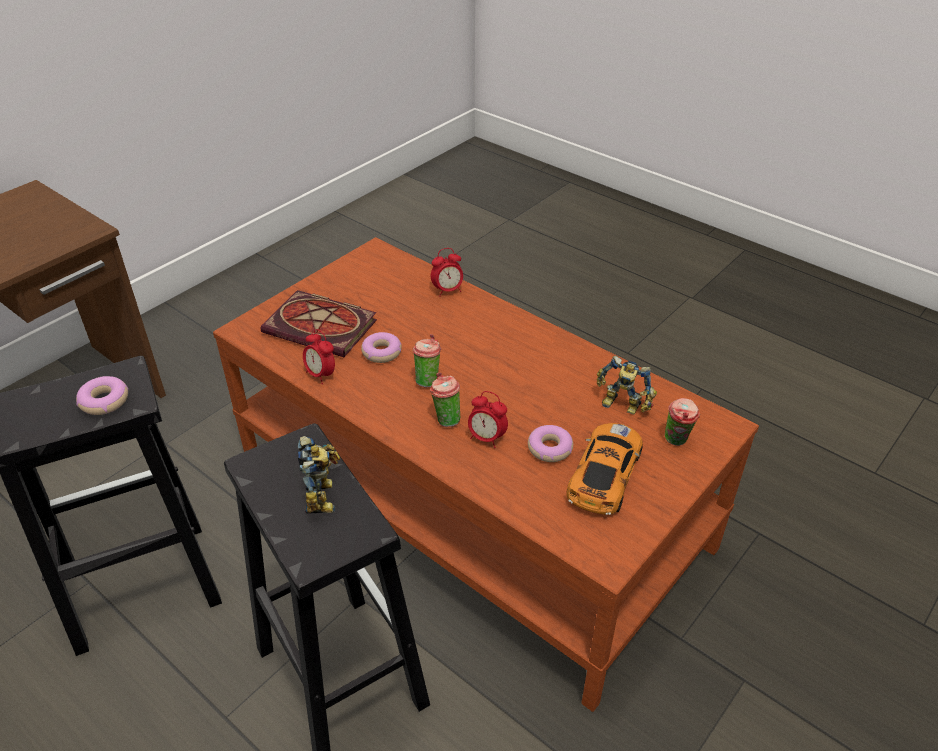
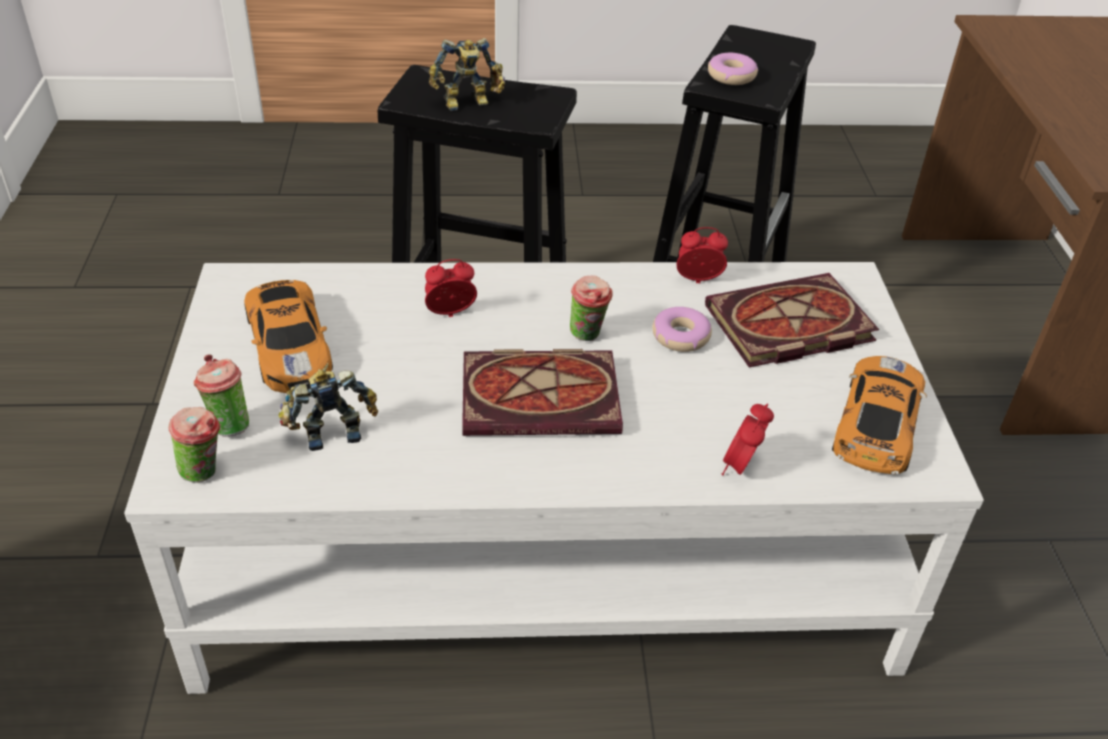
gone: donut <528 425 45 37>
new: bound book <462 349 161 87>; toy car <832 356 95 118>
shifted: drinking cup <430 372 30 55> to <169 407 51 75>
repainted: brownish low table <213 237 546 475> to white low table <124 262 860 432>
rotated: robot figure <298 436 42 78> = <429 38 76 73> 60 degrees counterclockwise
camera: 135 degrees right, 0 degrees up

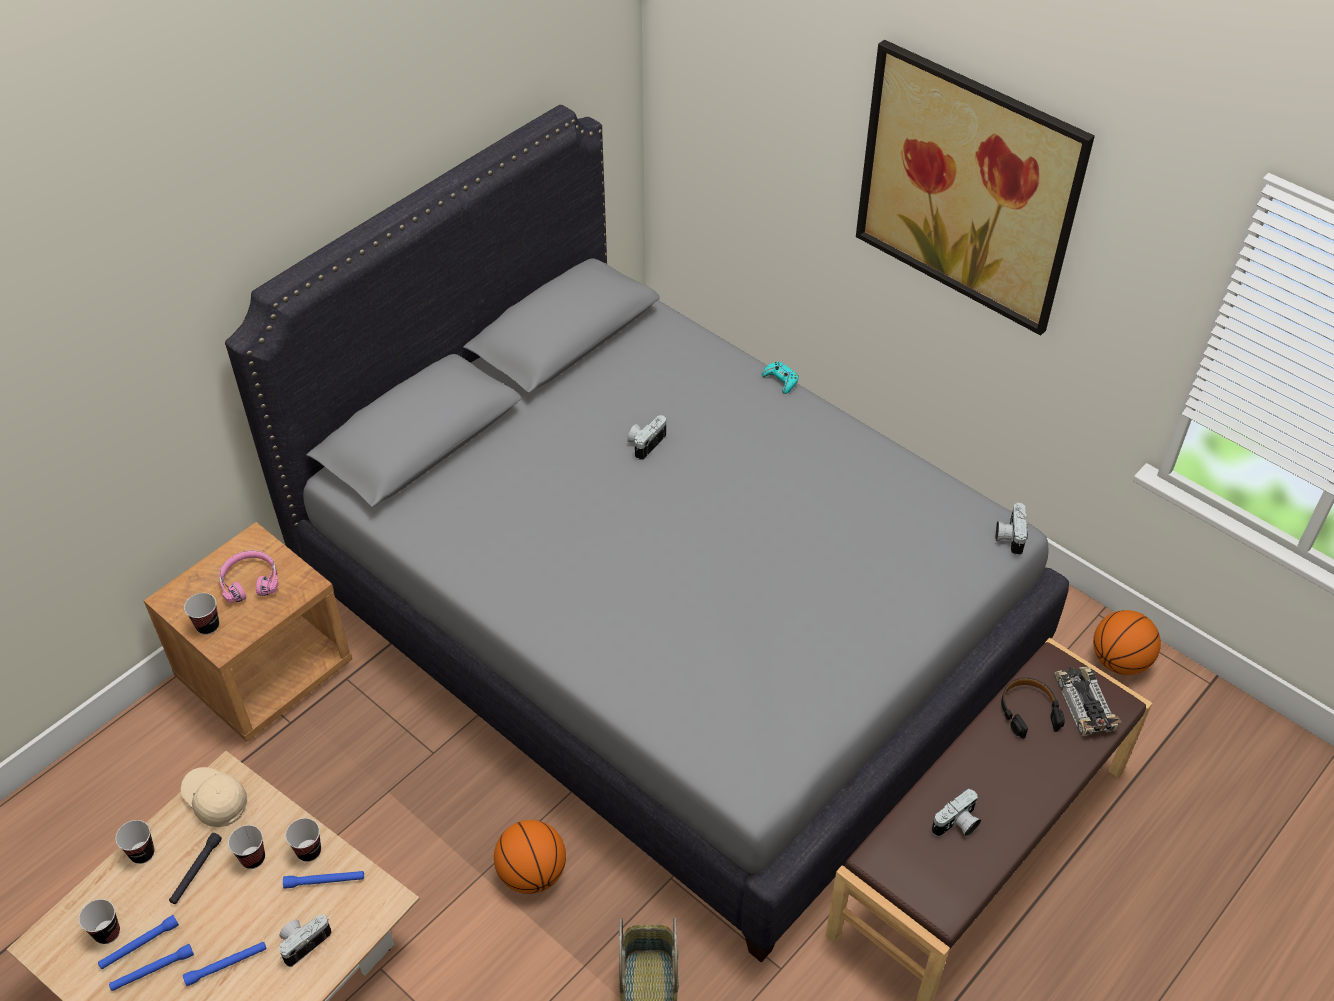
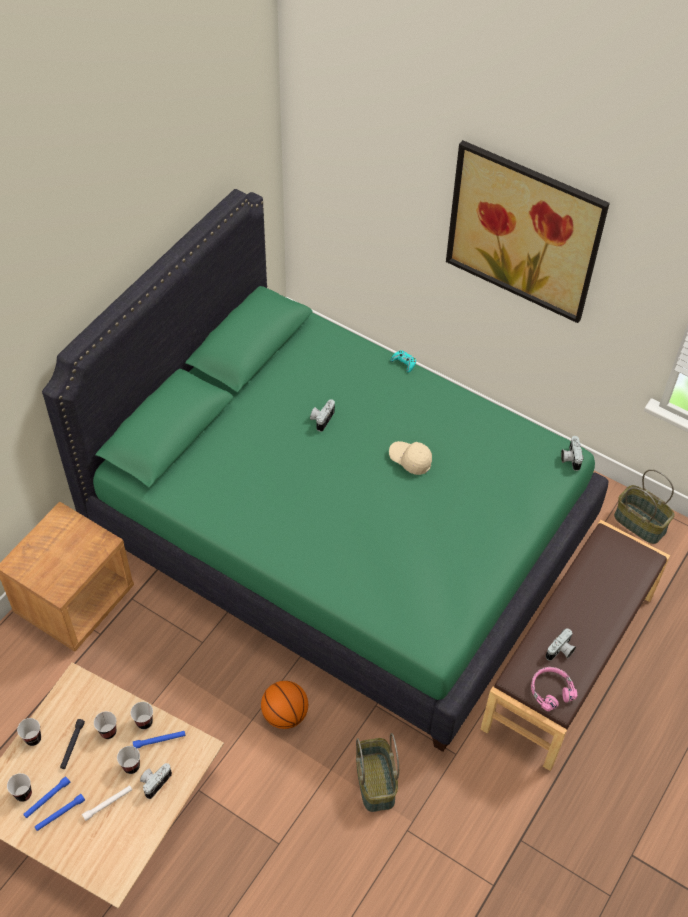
gone: toy car <1055 667 66 69>; blackish headset <1001 678 64 61>
shifted: pinkish headset <219 550 60 53> to <531 667 46 44>; drinking cup <184 593 35 42> to <117 746 23 28>; sand-coloured peaked cap <181 767 66 60> to <389 441 43 34>
swapped: ball for basketball <1093 610 68 65> to basket <614 469 61 75>
repainted: grey sleeping bed <225 105 844 857> to green sleeping bed <42 189 566 563>; bluish hand torch <183 942 83 44> to white hand torch <82 786 50 35>
camera: 10 degrees left, 5 degrees up

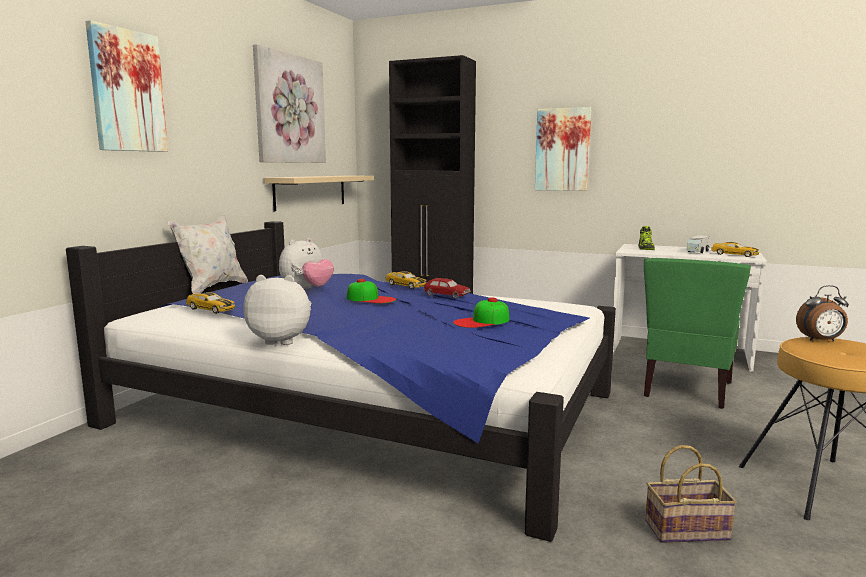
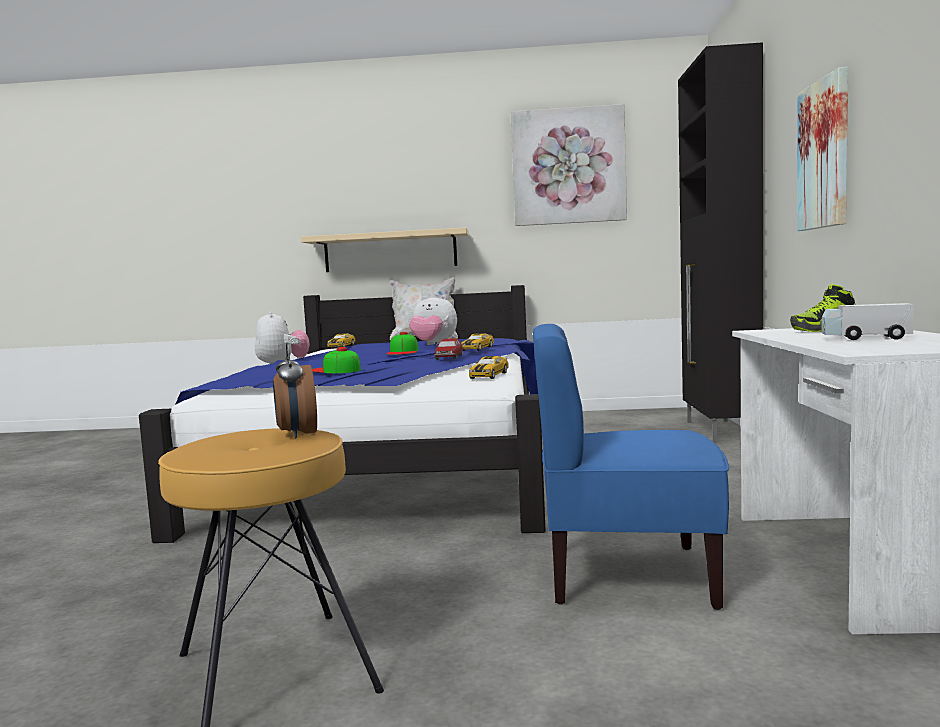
gone: wall picture <85 20 83 132>; basket <645 445 92 98>
shifted: sand-coloured shelf <264 176 110 35> to <301 228 168 44>; toy car <711 242 48 15> to <469 356 40 23>
repainted: green plain chair <644 258 107 151> to bluish plain chair <533 324 196 286>
camera: 70 degrees right, 5 degrees down

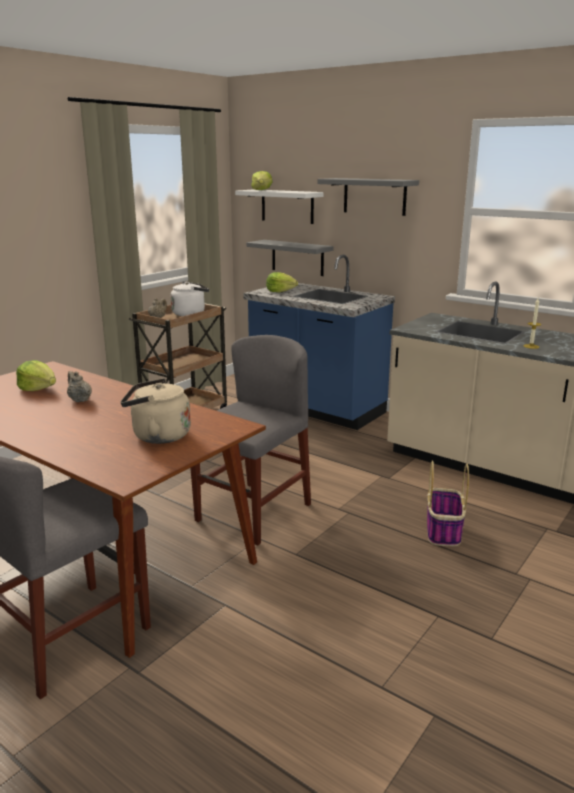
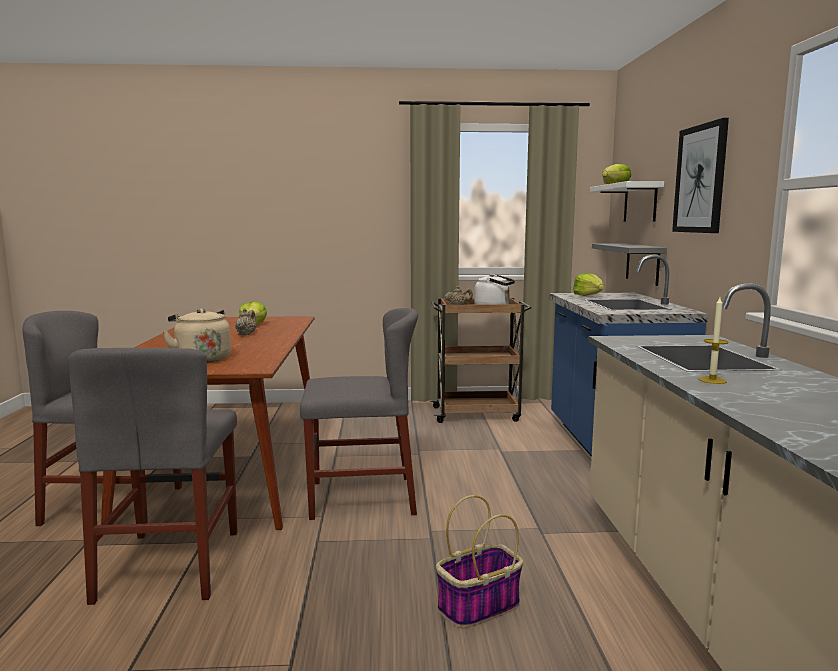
new: grey plain chair <68 348 170 257>
swapped: grey shelf <317 178 102 38> to wall picture <672 118 57 115>
camera: 50 degrees right, 10 degrees down

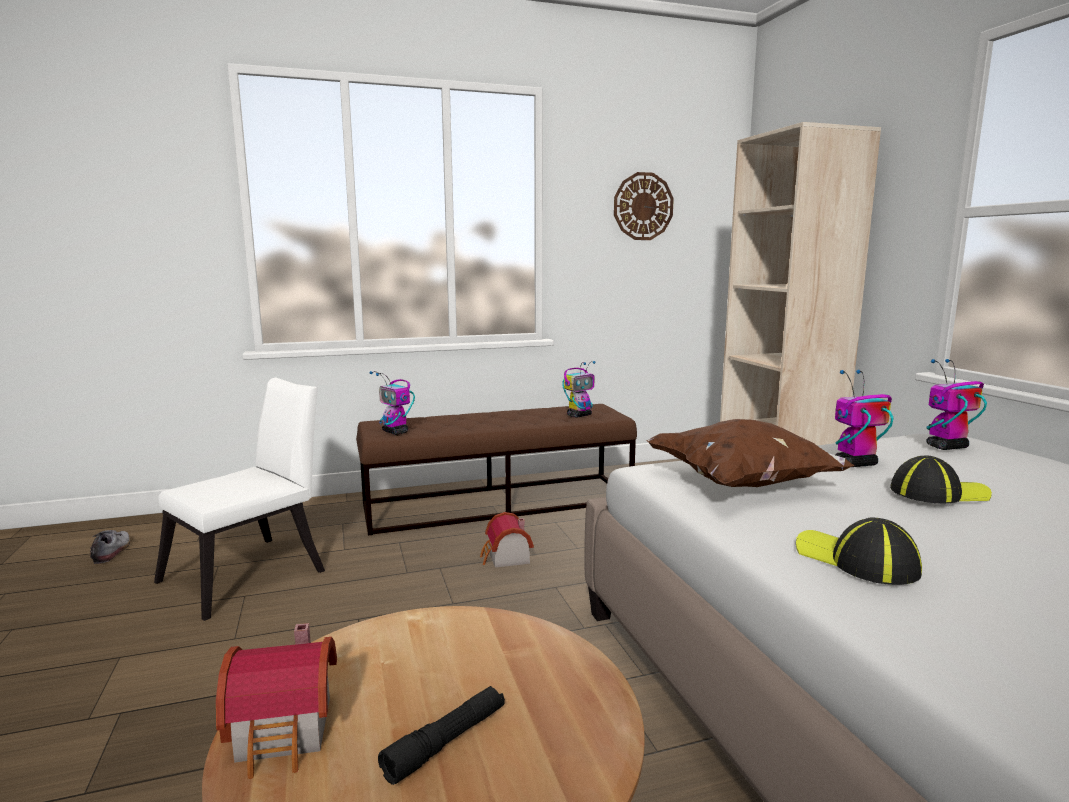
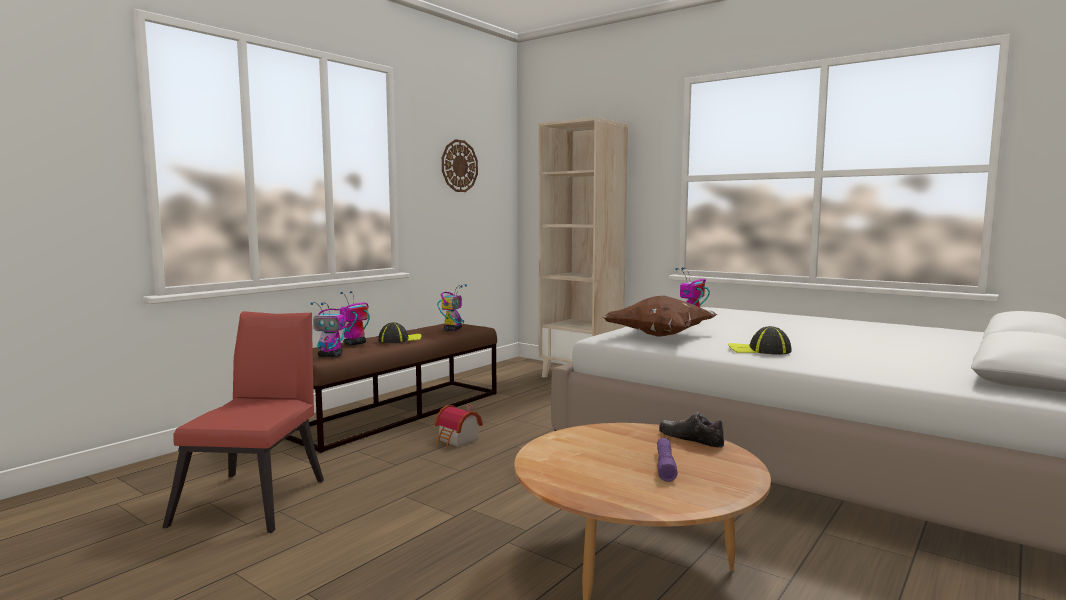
gone: model house <216 623 121 156>
shifted: robot figure <927 359 60 91> to <340 291 30 55>; peaked cap <890 455 102 49> to <378 322 44 21>; low shoe <90 530 40 34> to <659 411 65 37>
repainted: white plain chair <154 378 171 243> to red plain chair <162 311 162 222>; blackish hand torch <378 686 127 99> to purple hand torch <657 438 21 44>
camera: 35 degrees left, 5 degrees down

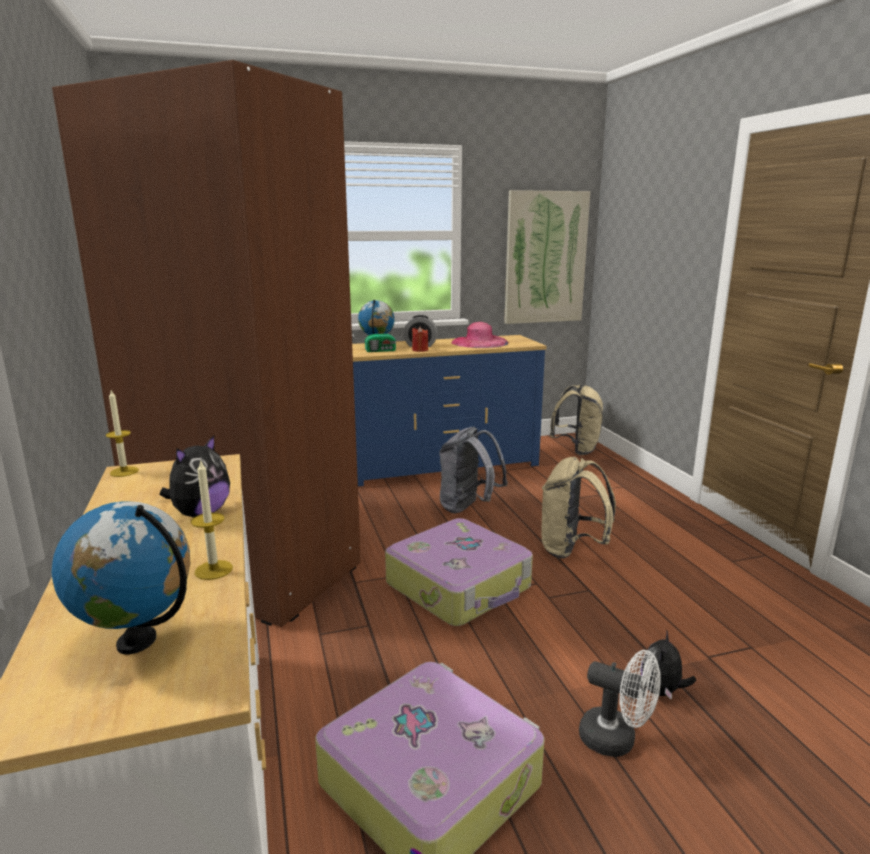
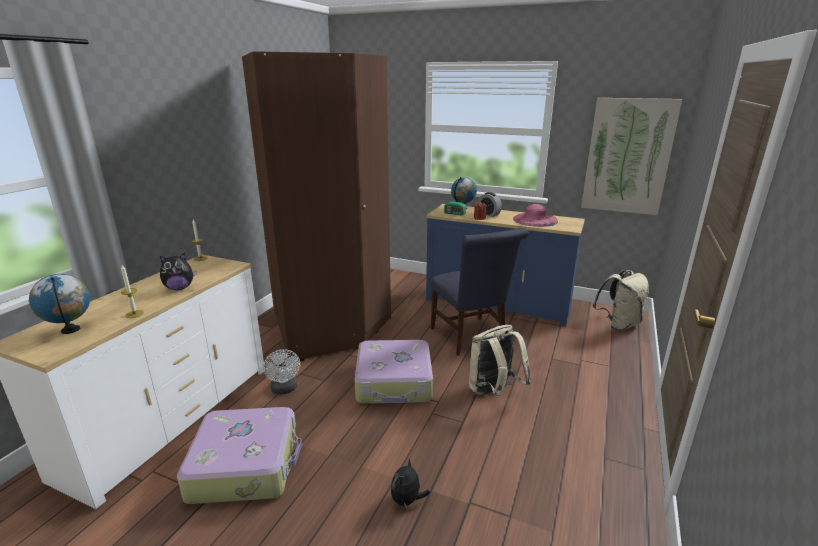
shifted: white electric fan <579 650 82 107> to <263 349 37 46>
swapped: grey knapsack <439 427 69 86> to bluish plain chair <430 228 99 127>
rotated: plush toy <641 629 55 71> = <391 459 39 51> 45 degrees counterclockwise
camera: 40 degrees right, 5 degrees up

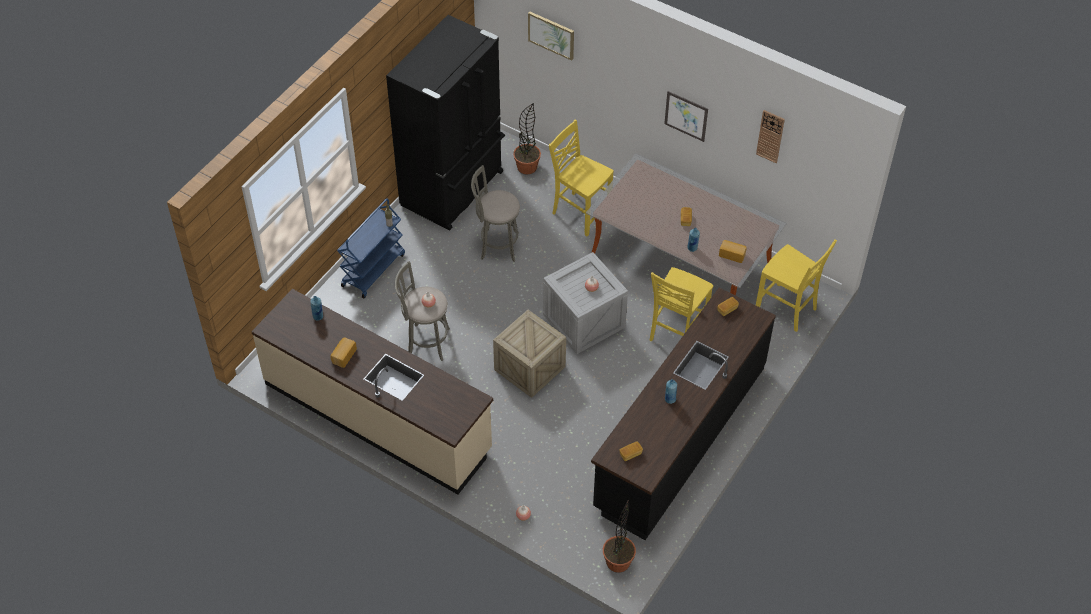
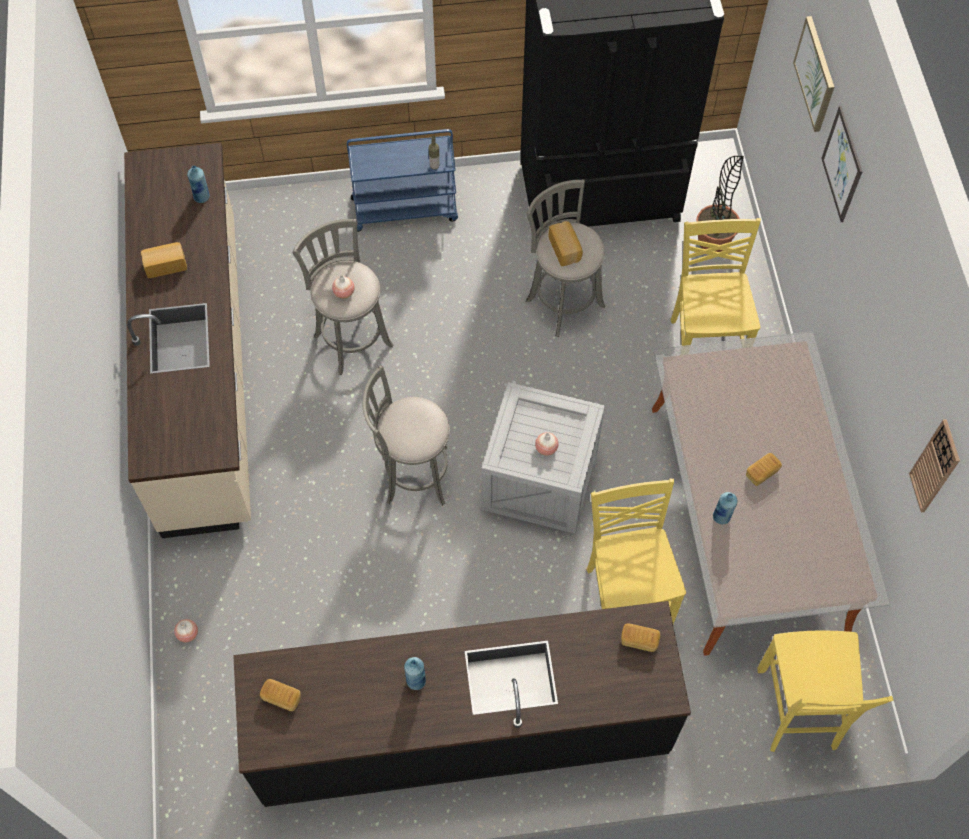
gone: plant in a pot <603 500 33 73>
shifted: wall picture <664 91 44 51> to <821 106 42 116>; baked bread <719 240 28 23> to <548 221 35 45>
swapped: packing crate <493 310 73 88> to grey sitting stool <363 365 87 140>
rotated: yellow-coloured plain chair <650 267 63 74> = <587 479 99 145> 90 degrees clockwise
camera: 50 degrees right, 10 degrees up

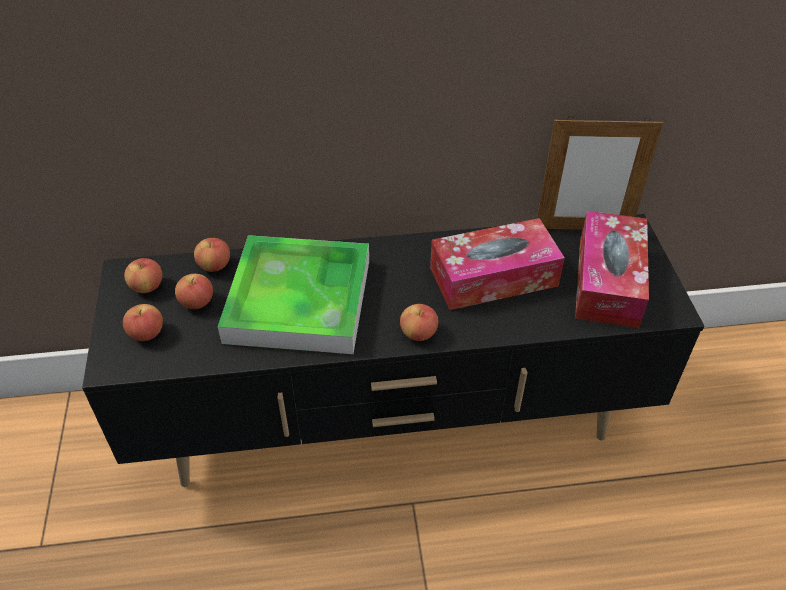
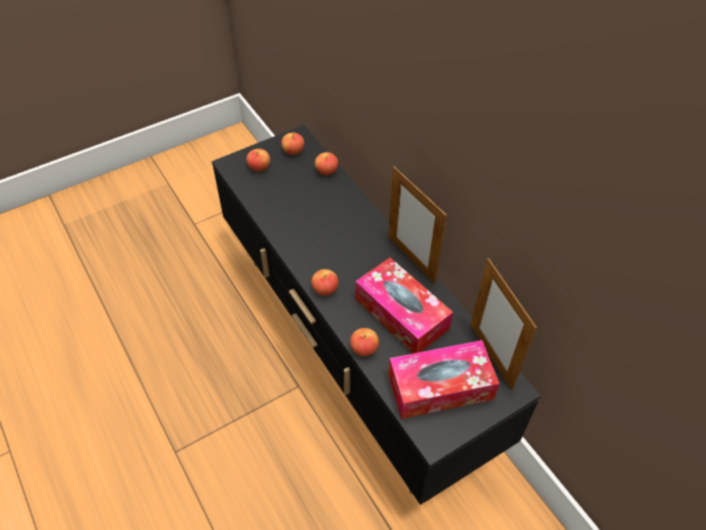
gone: carrying tray <218 235 151 119>
new: standing frame <388 167 59 117>
shifted: whole apple <175 274 38 35> to <350 328 29 28>
camera: 65 degrees right, 5 degrees up

